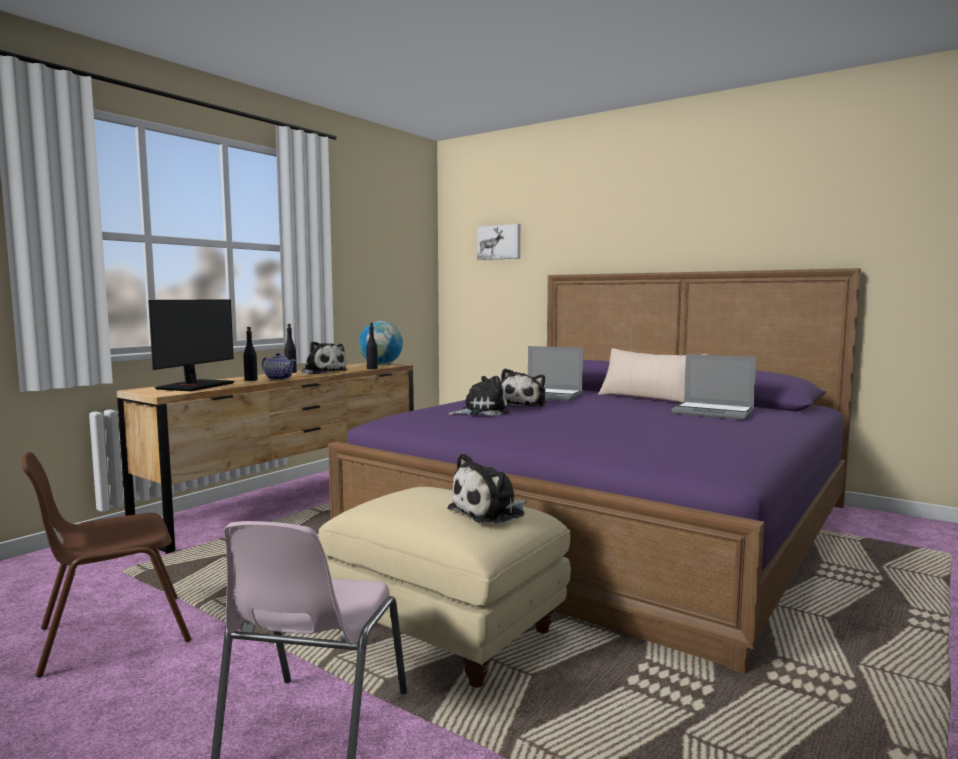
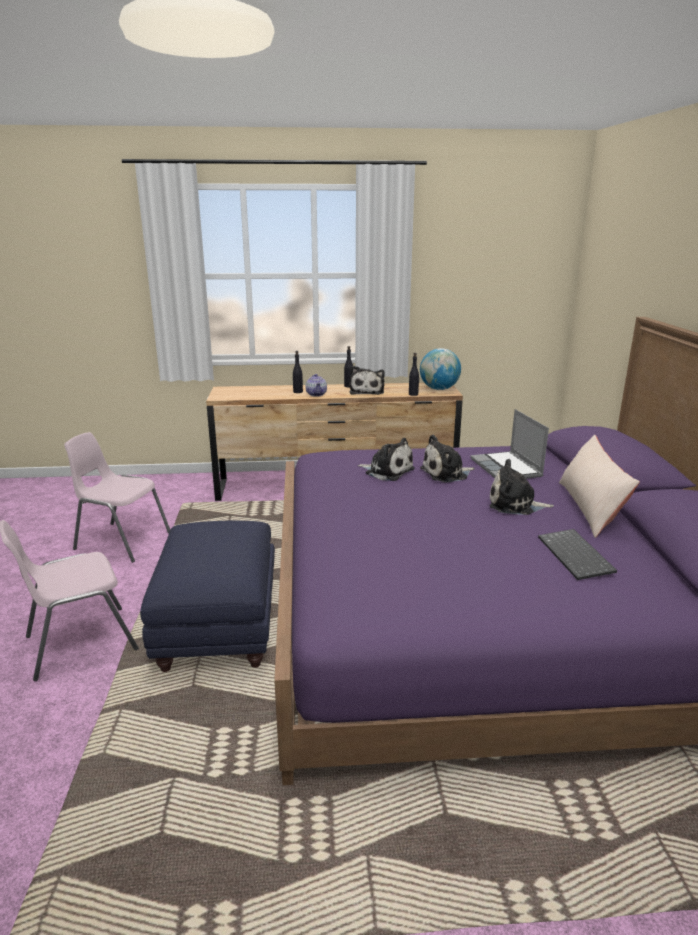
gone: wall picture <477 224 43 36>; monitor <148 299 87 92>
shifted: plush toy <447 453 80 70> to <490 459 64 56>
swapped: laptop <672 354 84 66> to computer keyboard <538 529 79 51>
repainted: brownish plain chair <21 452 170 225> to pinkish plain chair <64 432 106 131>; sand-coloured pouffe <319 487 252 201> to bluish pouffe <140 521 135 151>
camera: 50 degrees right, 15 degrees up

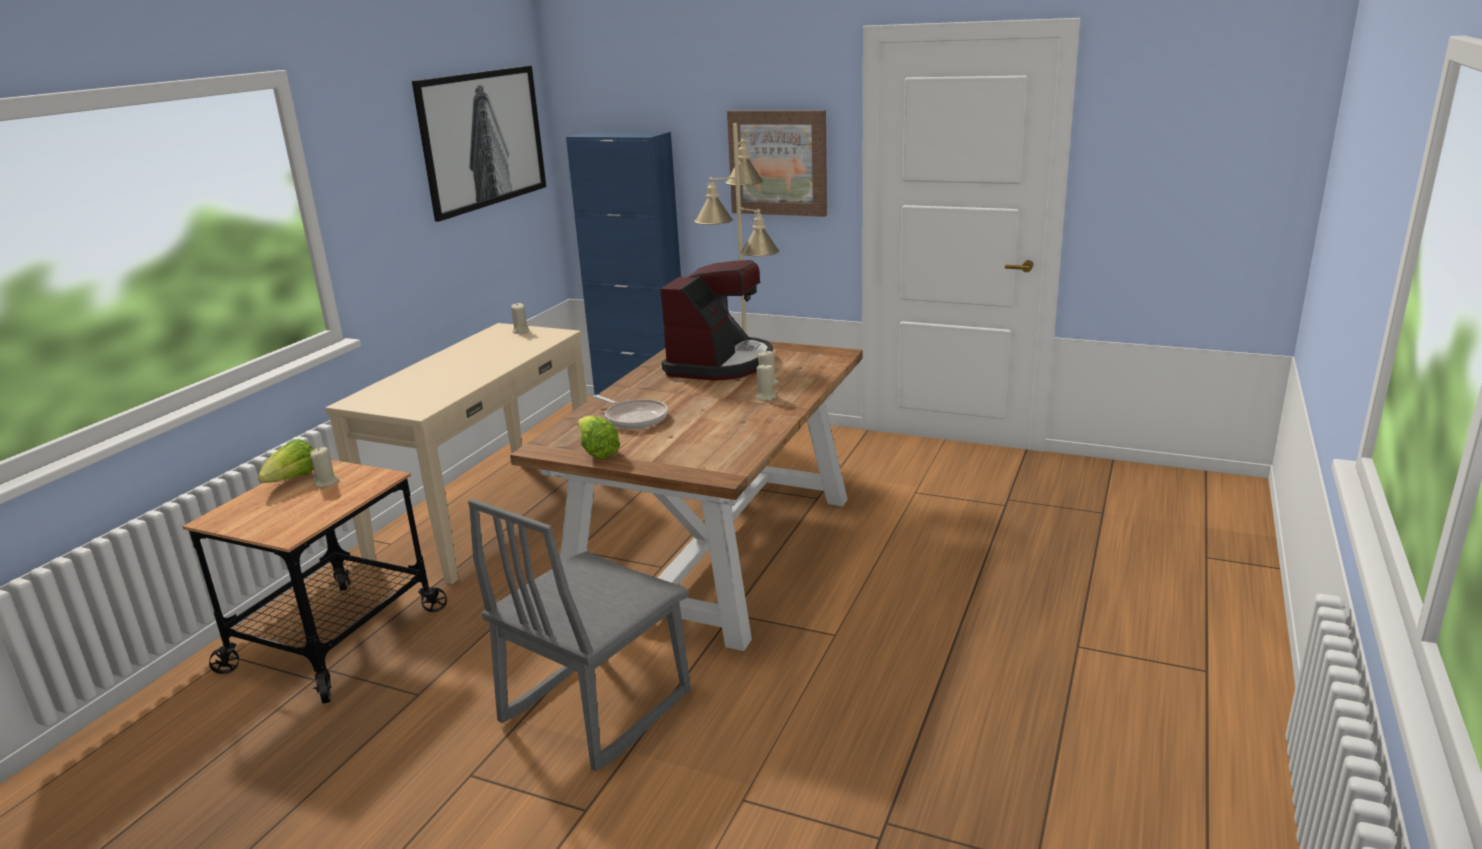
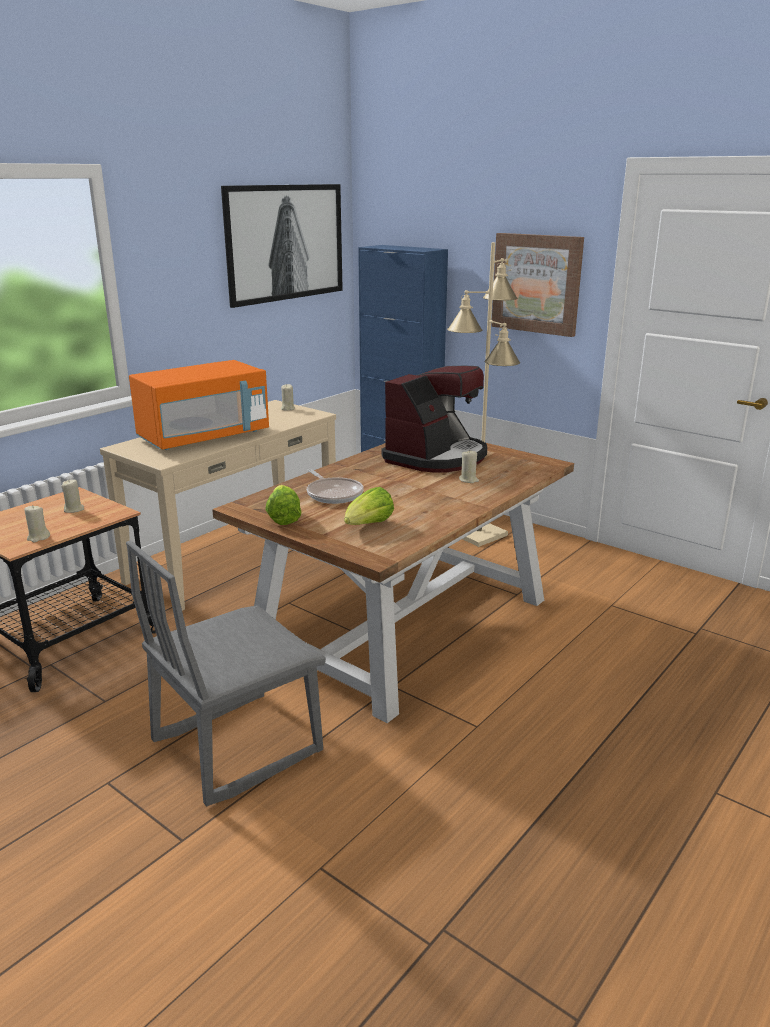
new: orangey microwave <129 360 140 90>
shifted: sand-coloured wax candle <756 365 20 36> to <24 505 26 38>; head of lettuce <258 439 56 44> to <344 487 50 38>
camera: 15 degrees right, 0 degrees up

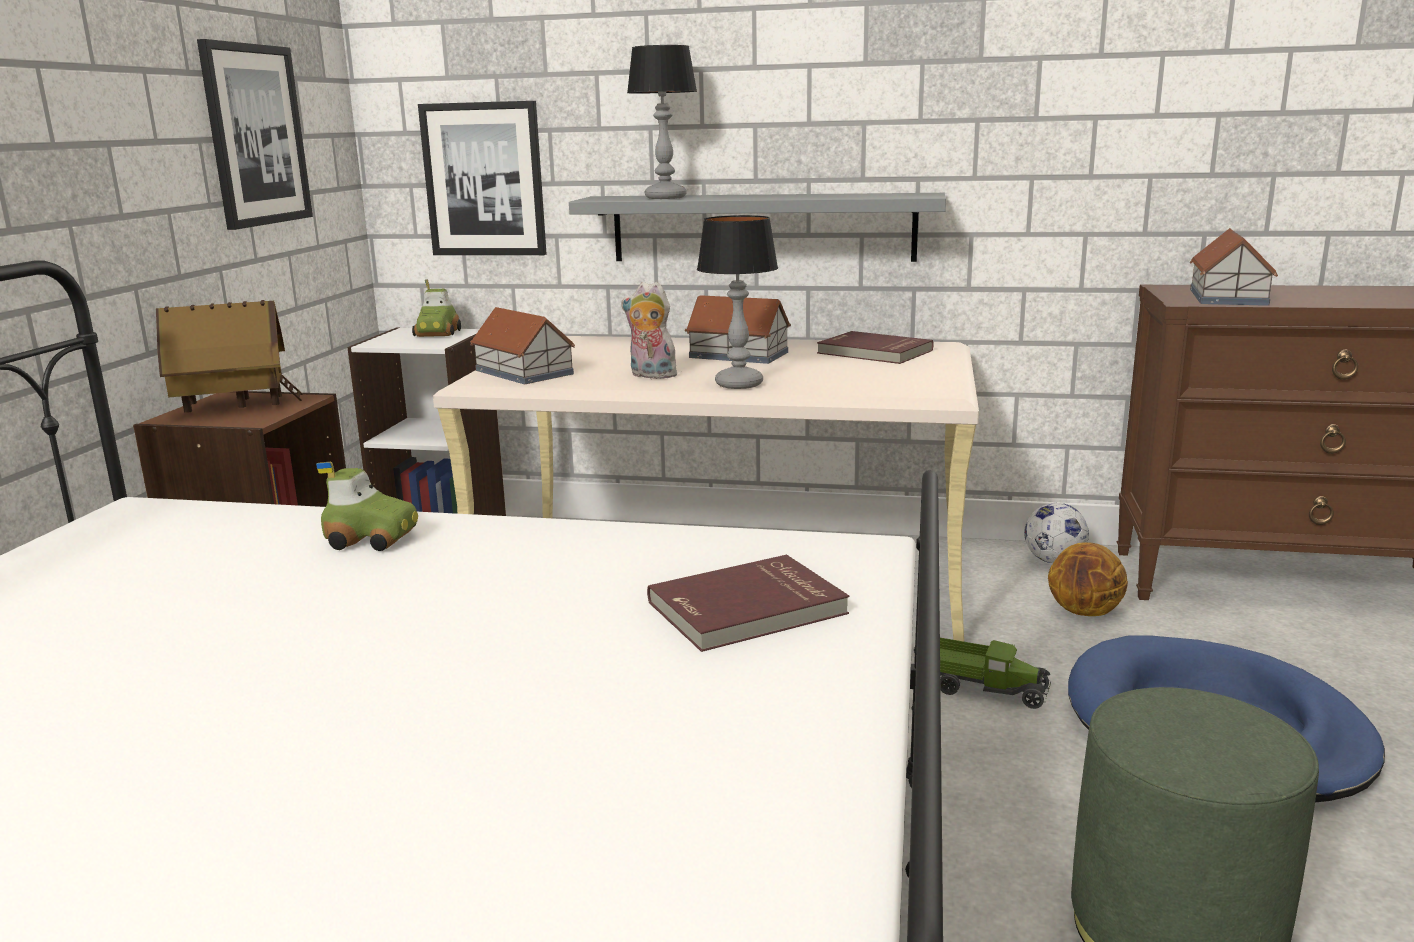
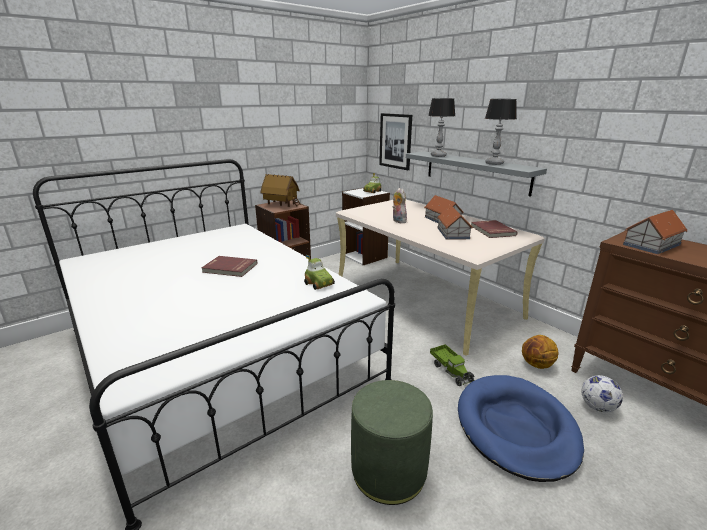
gone: wall picture <197 39 116 191>
shifted: table lamp <697 215 81 174> to <485 99 32 66>; model house <470 307 105 77> to <437 205 36 35>; toy car <316 462 102 89> to <304 255 31 35>; football ball <1024 503 65 60> to <581 375 42 37>; red bound book <647 555 202 97> to <201 256 56 21>
camera: 40 degrees right, 5 degrees up

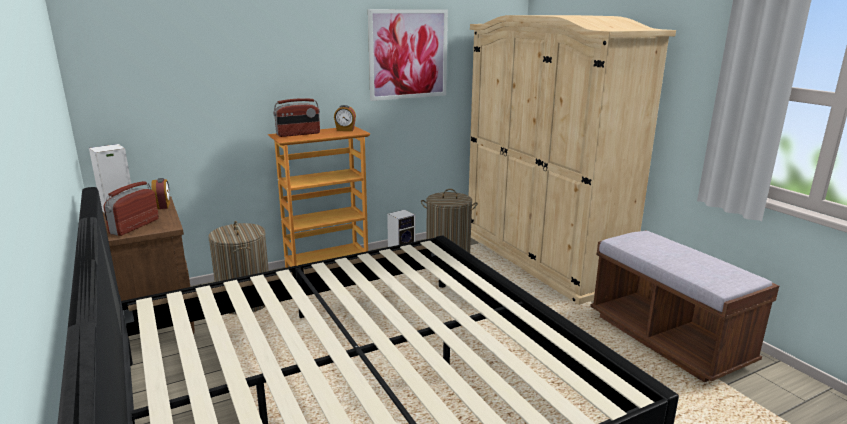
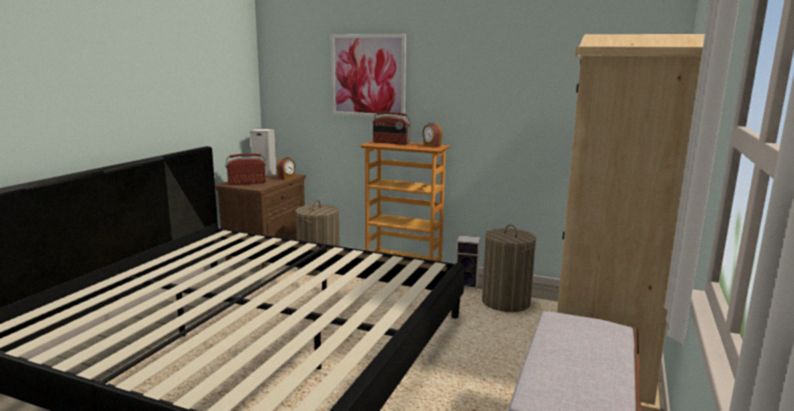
shifted: wall picture <368 9 80 92> to <331 34 75 84>
camera: 50 degrees right, 5 degrees down

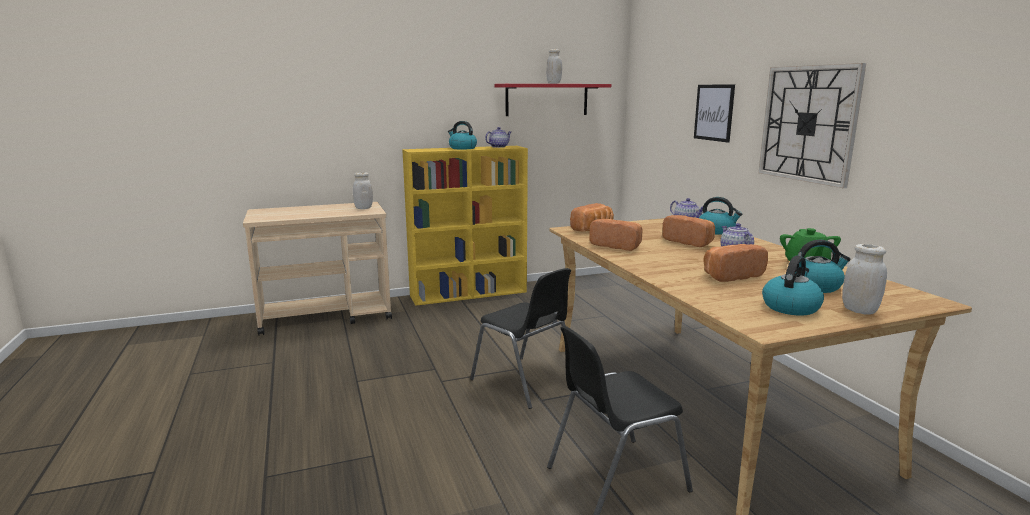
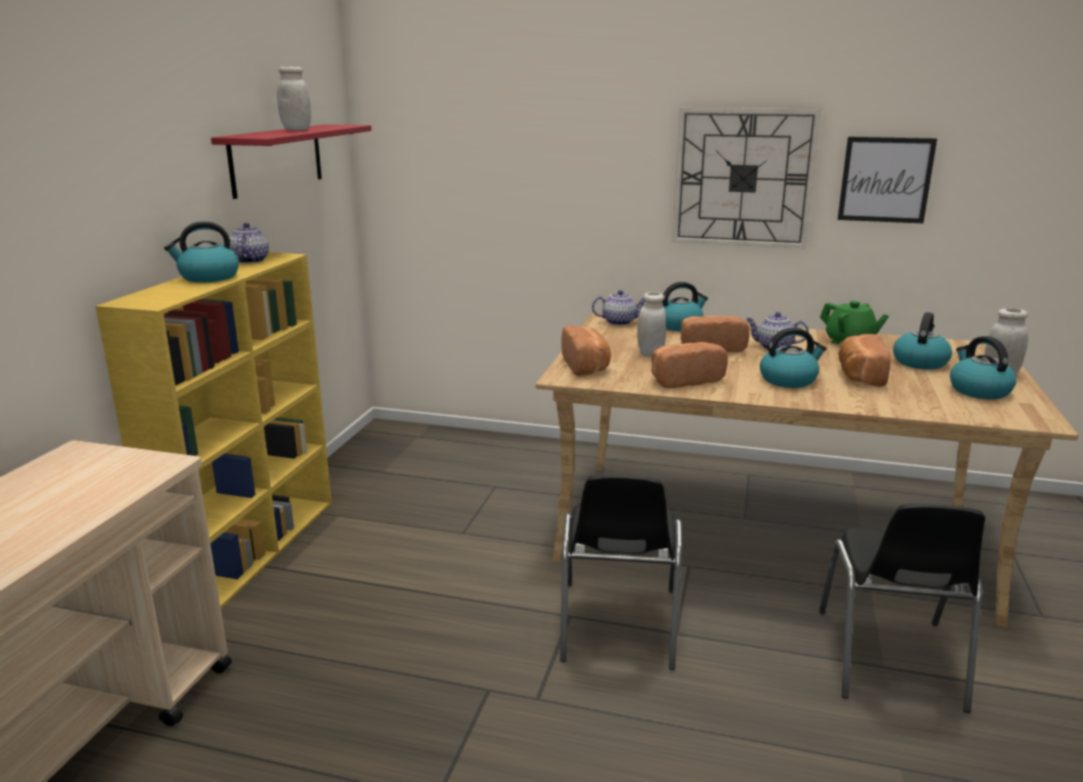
new: tea kettle <760 327 67 61>
shifted: wall picture <694 84 41 59> to <838 137 99 86>; white storage jar <353 172 20 37> to <637 292 29 65>
rotated: blackish plain chair <470 268 101 141> = <560 475 122 195> 105 degrees clockwise
camera: 55 degrees left, 5 degrees up

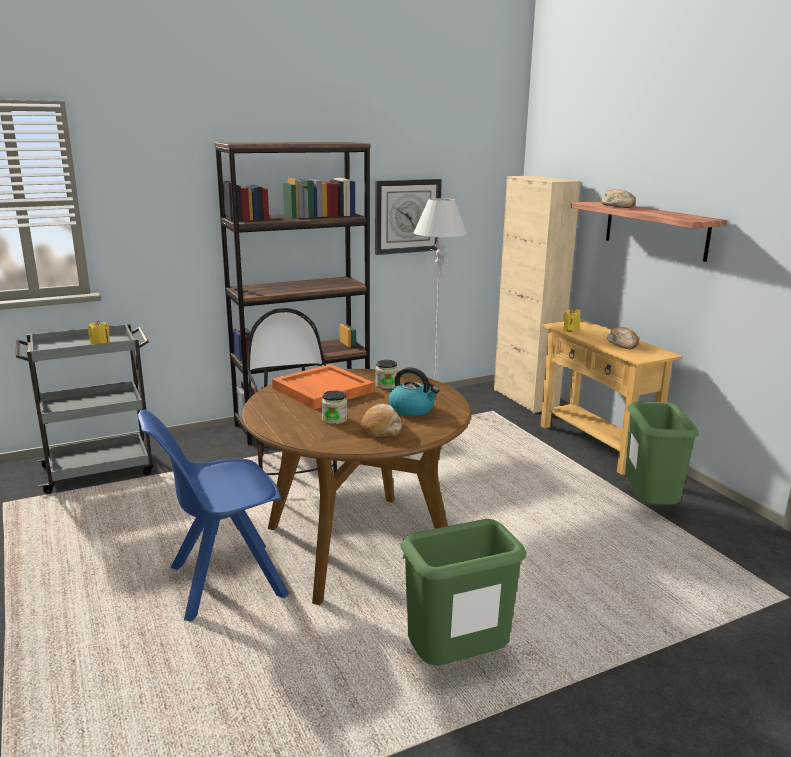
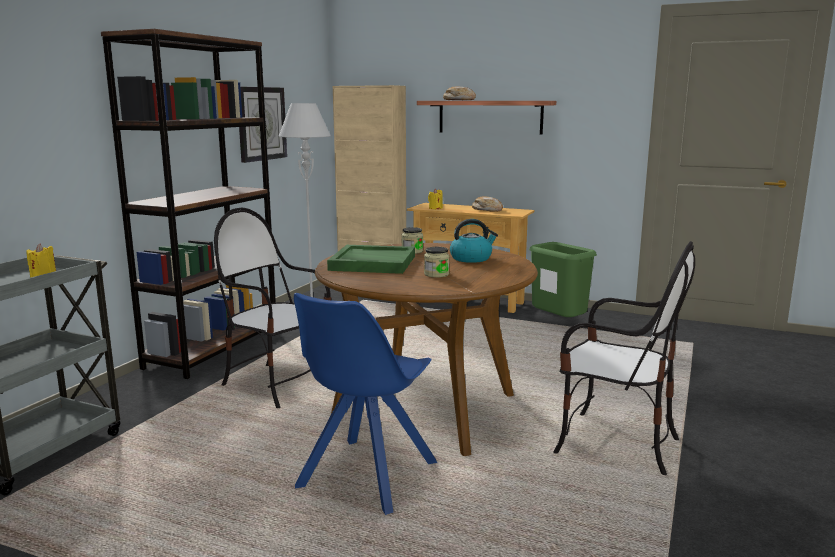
gone: baked bread <362 404 40 35>
swapped: green waste bin <401 519 125 146> to plain chair <554 241 141 234>
repainted: orangey carrying tray <272 364 102 45> to green carrying tray <327 245 88 29>
camera: 40 degrees left, 5 degrees down

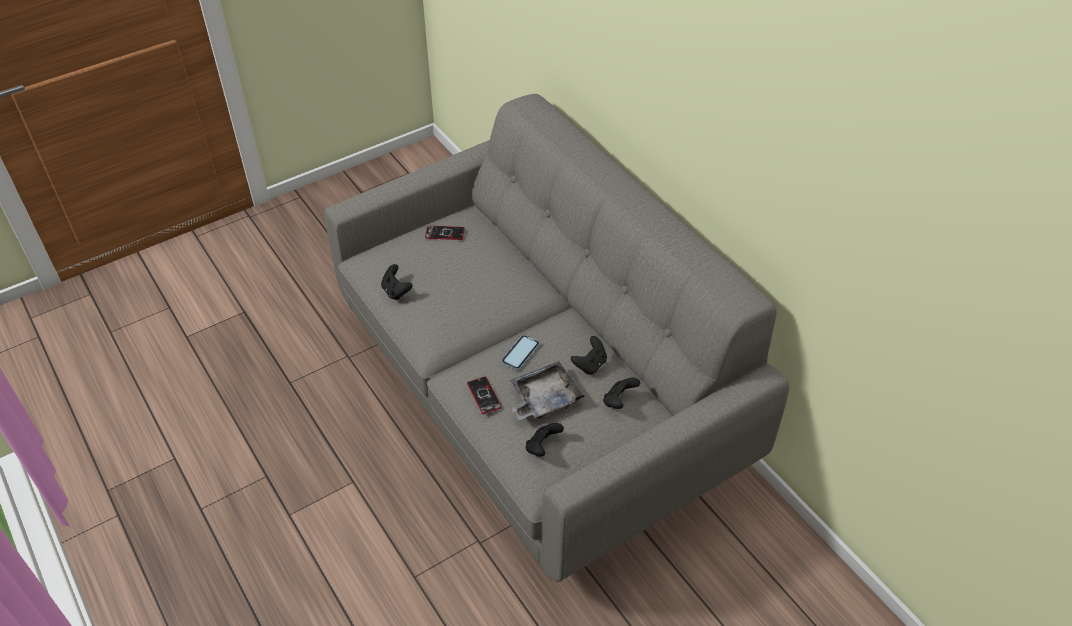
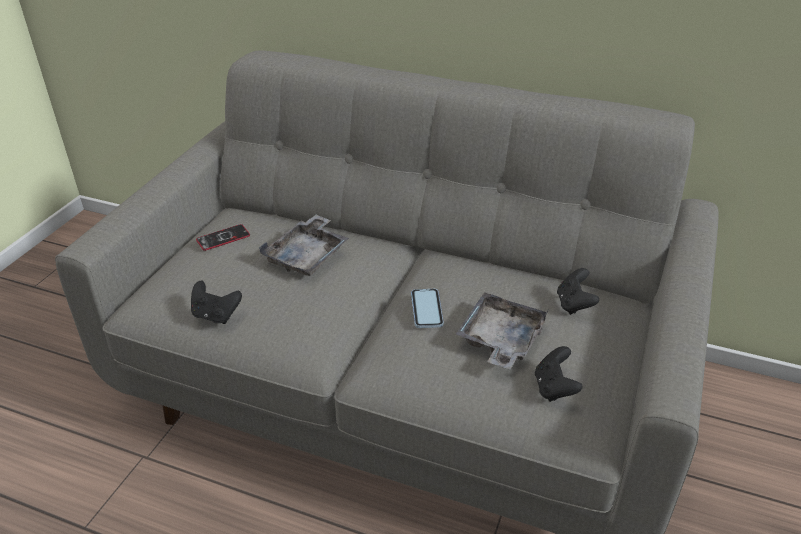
gone: blackish game controller <571 336 36 39>; telephone <467 377 35 37>
new: grey carrying tray <259 215 90 61>
camera: 35 degrees left, 10 degrees down

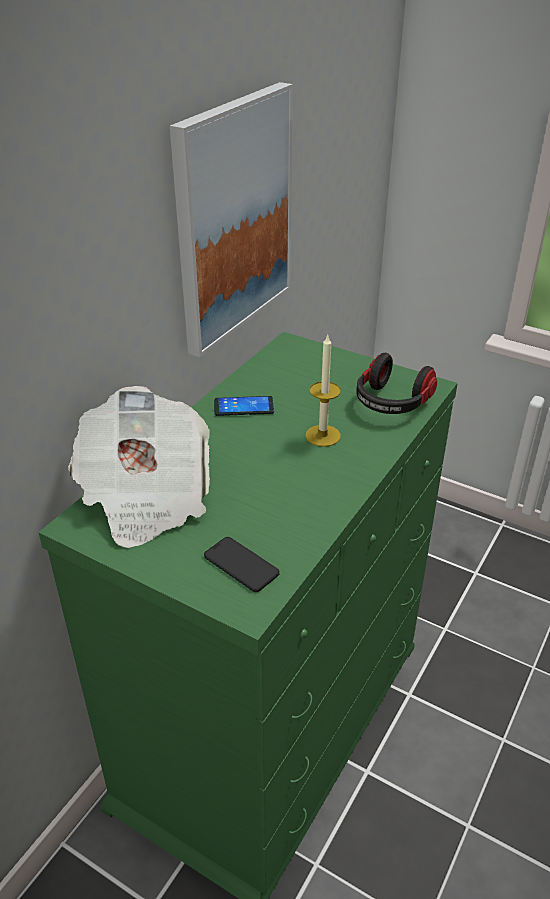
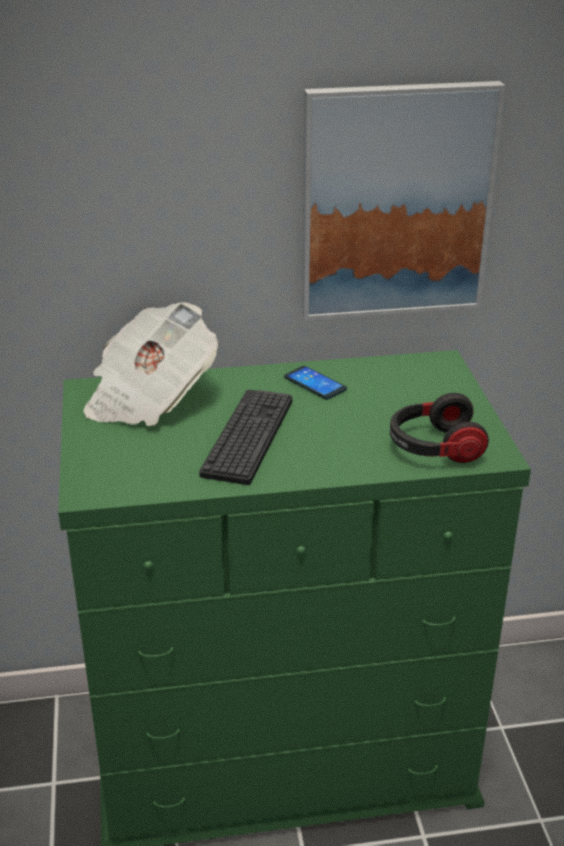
gone: wax candle <305 334 36 113>; telephone <204 537 76 55>
new: computer keyboard <199 390 93 95>
camera: 50 degrees right, 5 degrees down

